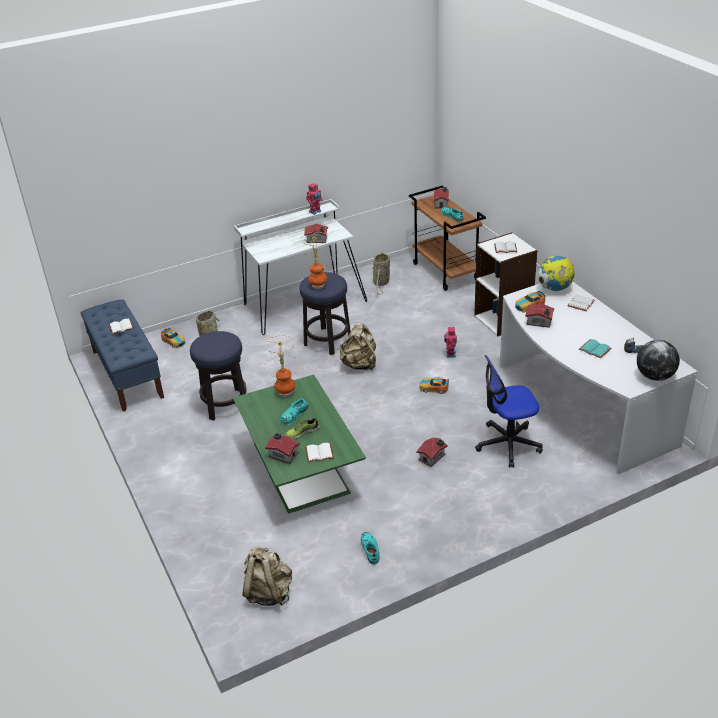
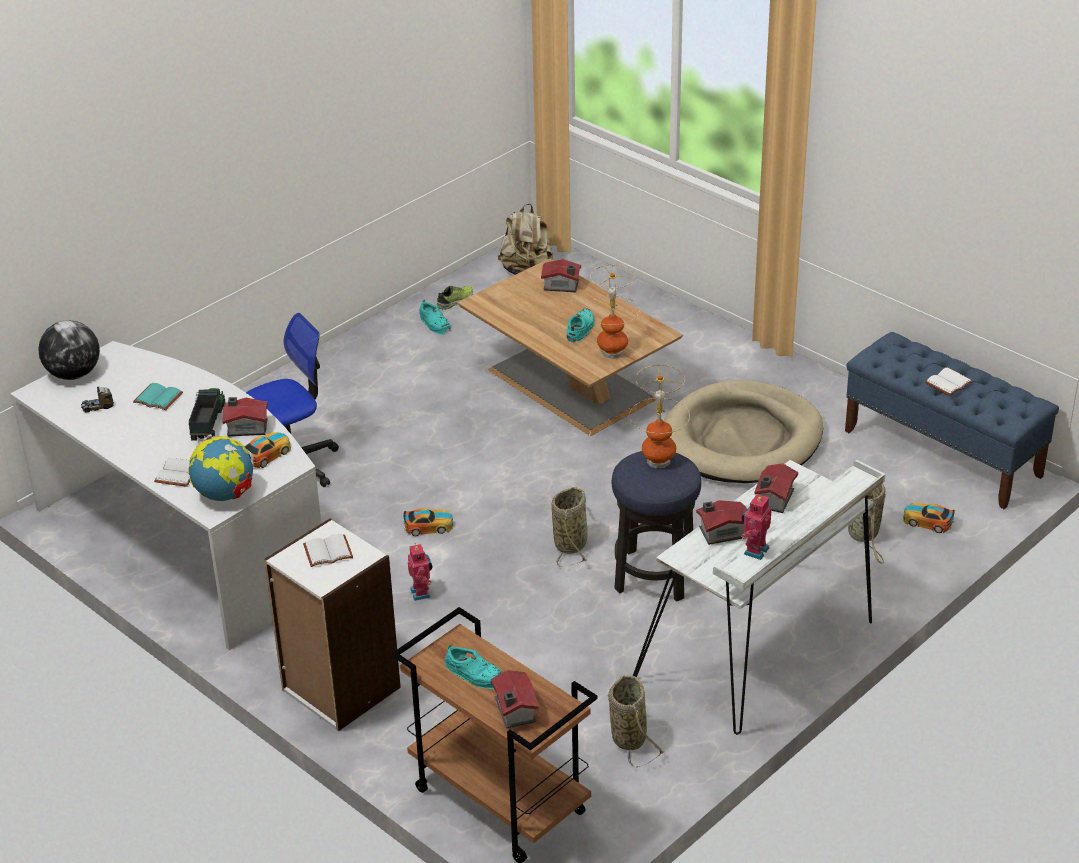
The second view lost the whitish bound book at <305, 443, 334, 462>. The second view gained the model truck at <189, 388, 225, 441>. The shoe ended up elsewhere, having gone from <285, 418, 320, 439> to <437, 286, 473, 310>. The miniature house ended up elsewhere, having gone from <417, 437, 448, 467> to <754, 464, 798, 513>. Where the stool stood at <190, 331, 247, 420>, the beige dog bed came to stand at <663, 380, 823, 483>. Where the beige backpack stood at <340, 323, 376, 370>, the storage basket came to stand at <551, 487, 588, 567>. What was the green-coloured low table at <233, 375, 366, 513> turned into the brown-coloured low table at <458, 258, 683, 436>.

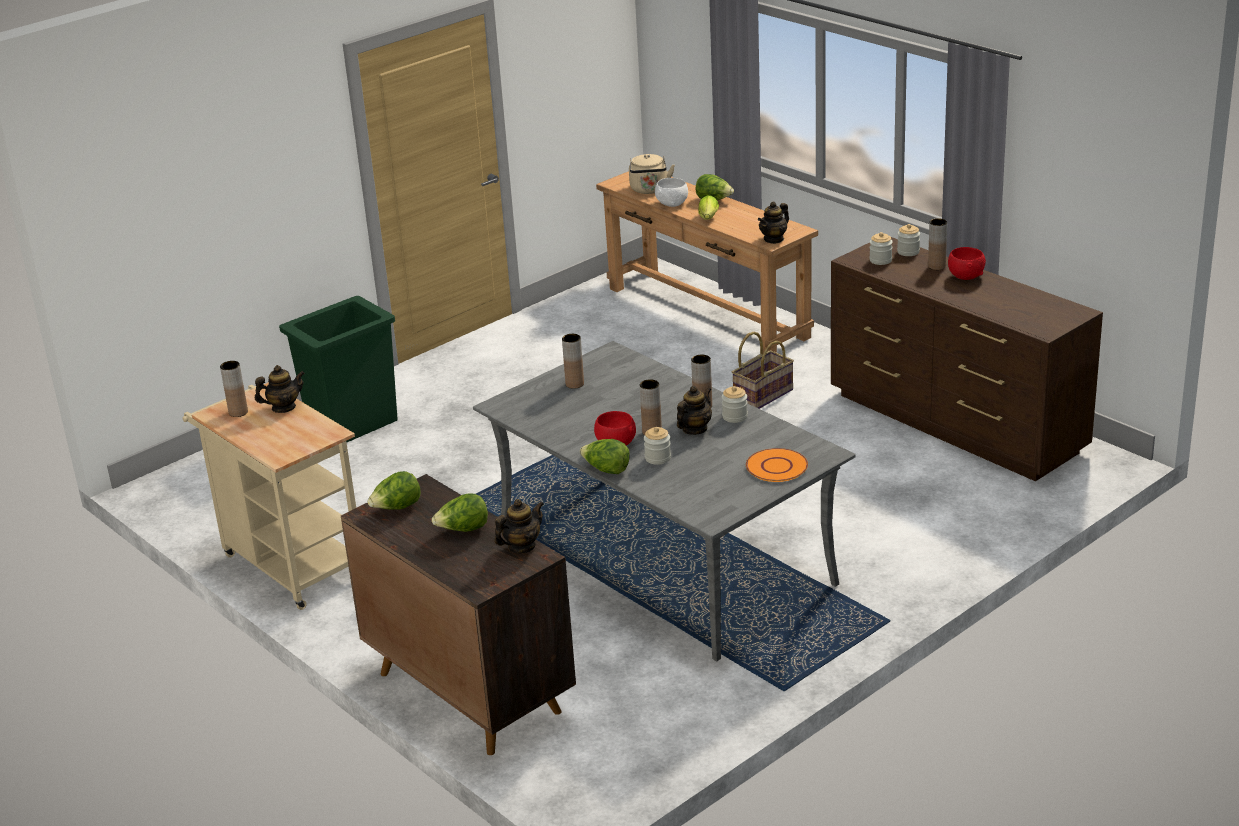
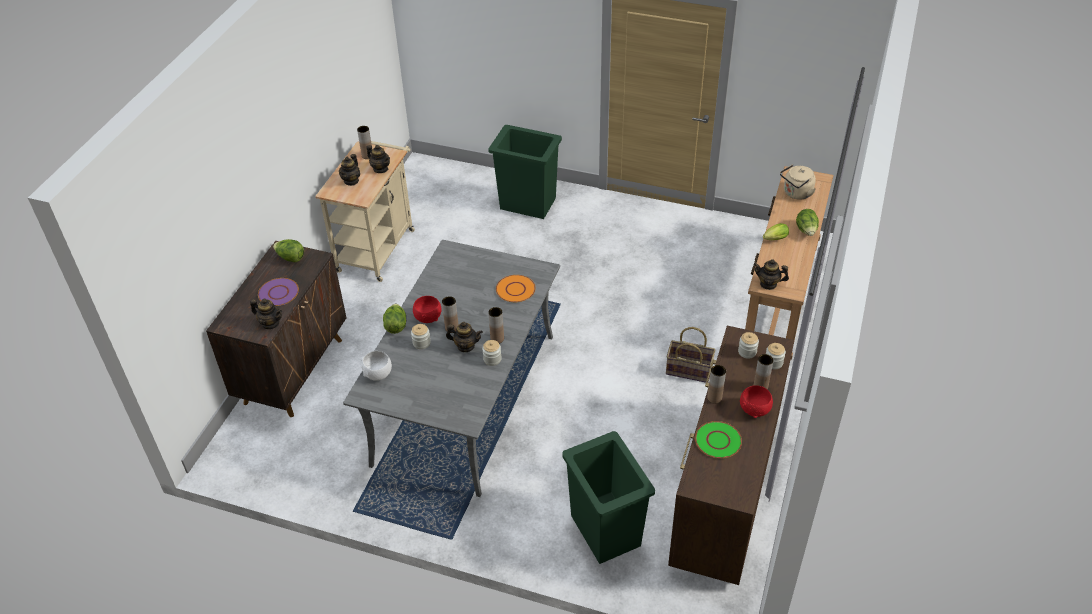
The second view gained the pot for tea at <339, 154, 360, 186>. The second view gained the green-coloured trash can at <562, 431, 655, 564>. The second view gained the green-coloured dinner plate at <695, 421, 742, 458>. The brown-coloured flower vase ended up elsewhere, having gone from <562, 334, 584, 389> to <707, 365, 726, 404>. The whitish serving bowl ended up elsewhere, having gone from <655, 178, 688, 207> to <361, 351, 392, 381>. The orange-coloured dinner plate ended up elsewhere, having gone from <746, 448, 808, 482> to <496, 275, 536, 302>. Where the head of lettuce stood at <432, 493, 488, 532>, the purplish dinner plate came to stand at <258, 278, 299, 306>.

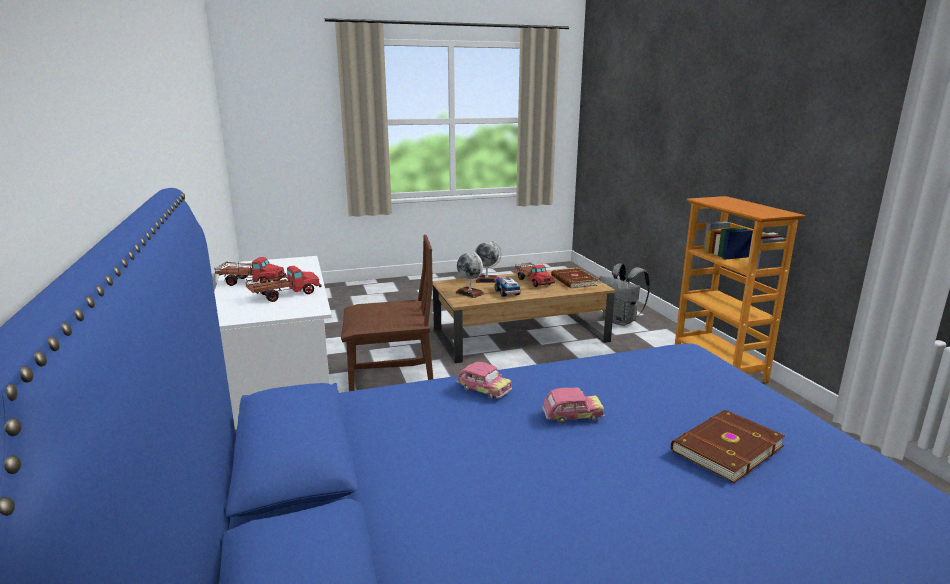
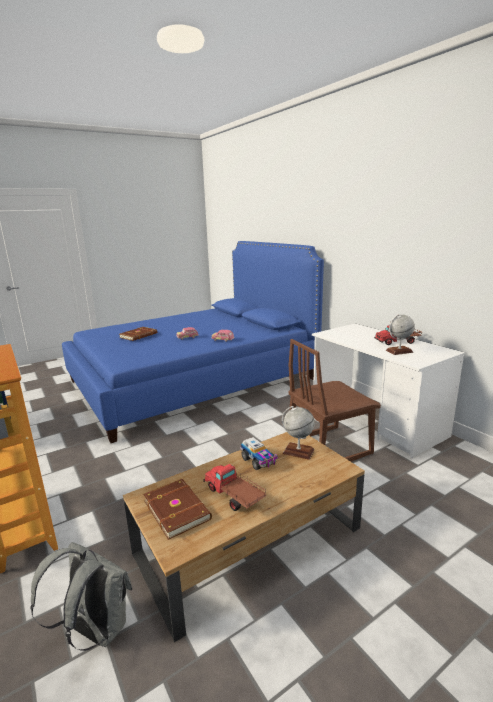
The second view lost the model truck at <245, 266, 322, 302>. The globe ended up elsewhere, having gone from <475, 241, 501, 283> to <386, 314, 415, 355>.

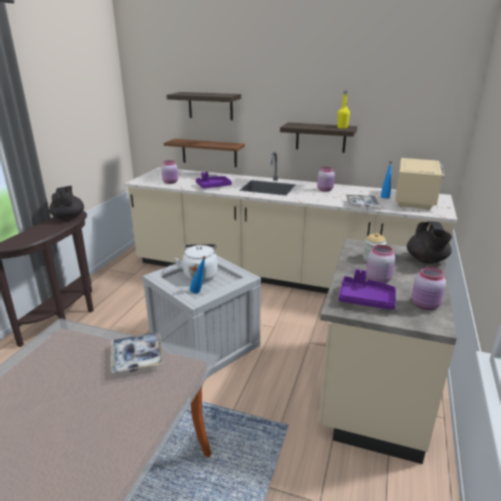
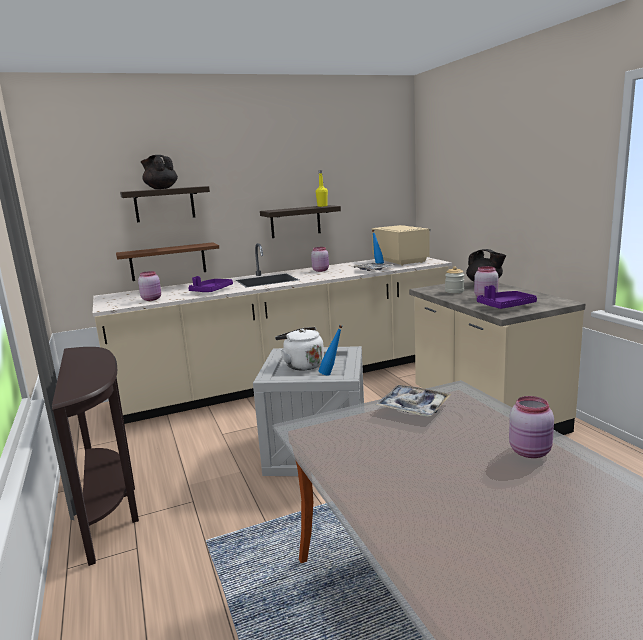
The blackish pot for tea ended up elsewhere, having gone from <49, 186, 84, 220> to <141, 155, 178, 189>. The pink jar ended up elsewhere, having gone from <411, 267, 446, 310> to <509, 396, 554, 458>.

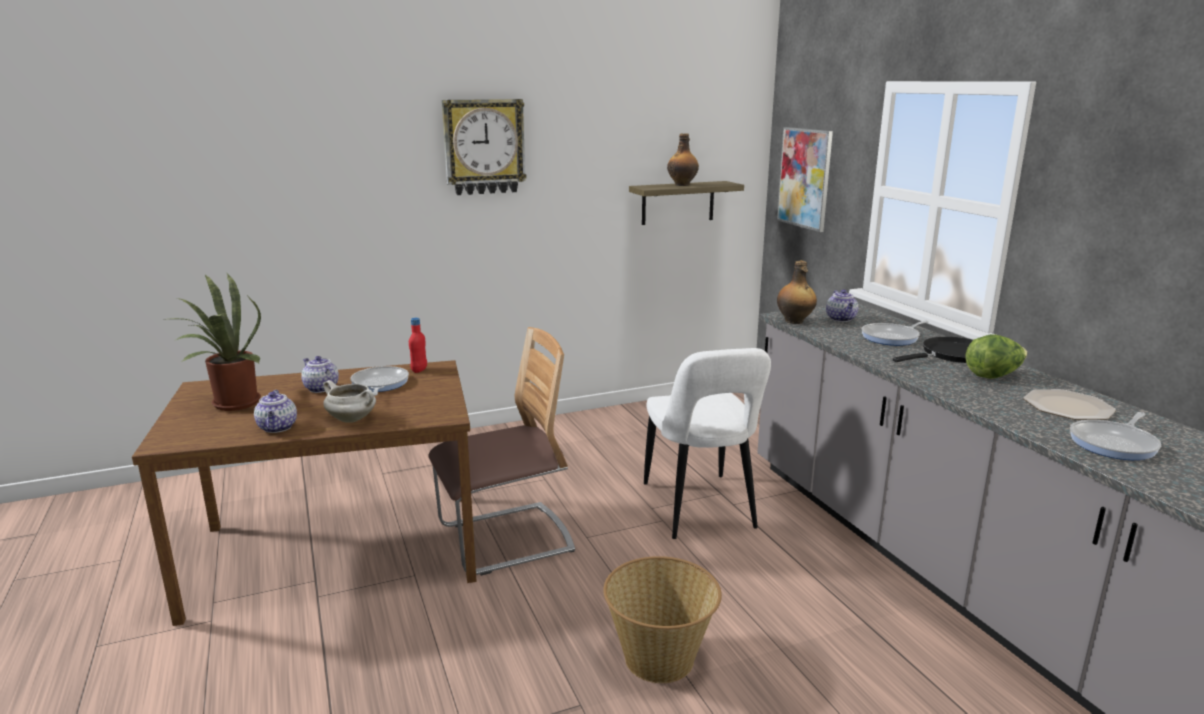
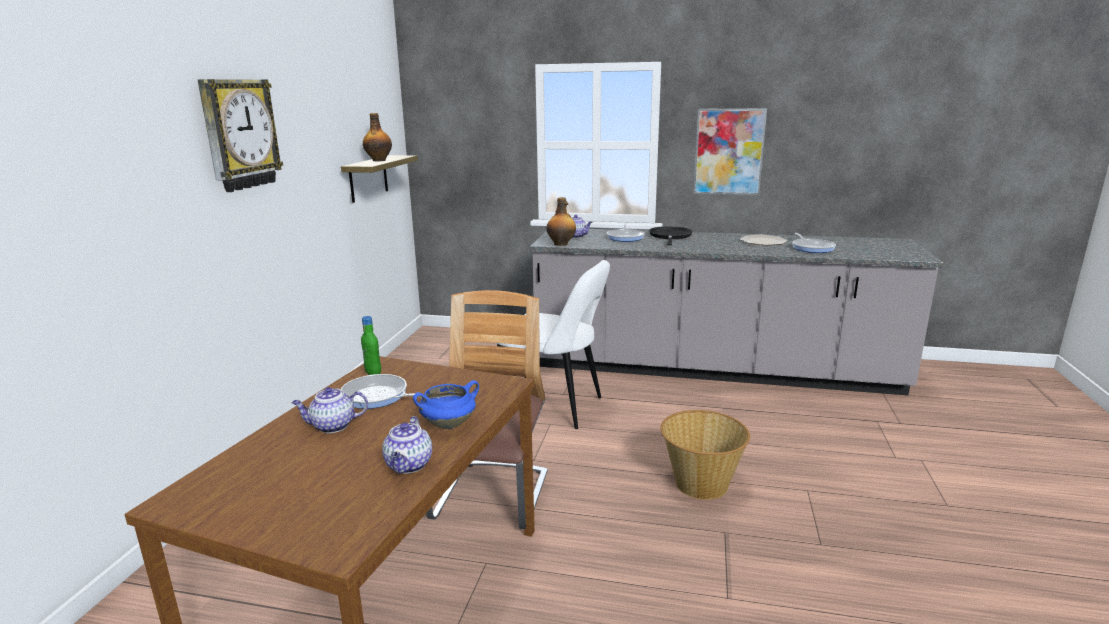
The second view lost the houseplant at <172, 273, 261, 411>. The second view lost the head of lettuce at <966, 334, 1028, 379>. The wall art ended up elsewhere, having gone from <777, 127, 833, 232> to <693, 108, 767, 195>. What was the whitish cooking pot at <323, 380, 376, 423> turned into the blue cooking pot at <413, 380, 479, 429>. What was the reddish drink bottle at <409, 318, 427, 373> turned into the green-coloured drink bottle at <361, 316, 381, 375>. The pot for tea at <254, 390, 297, 433> ended up facing another way, 75 degrees clockwise from before.

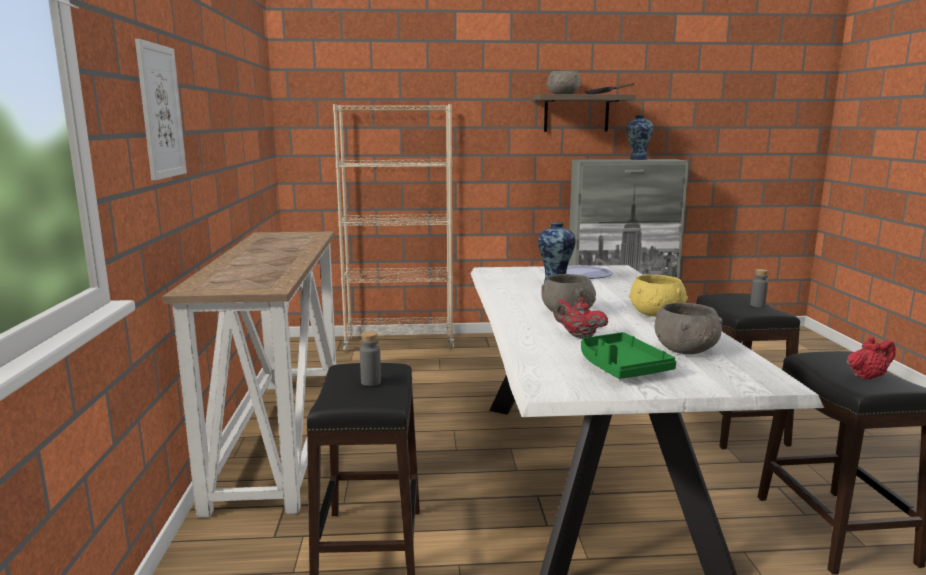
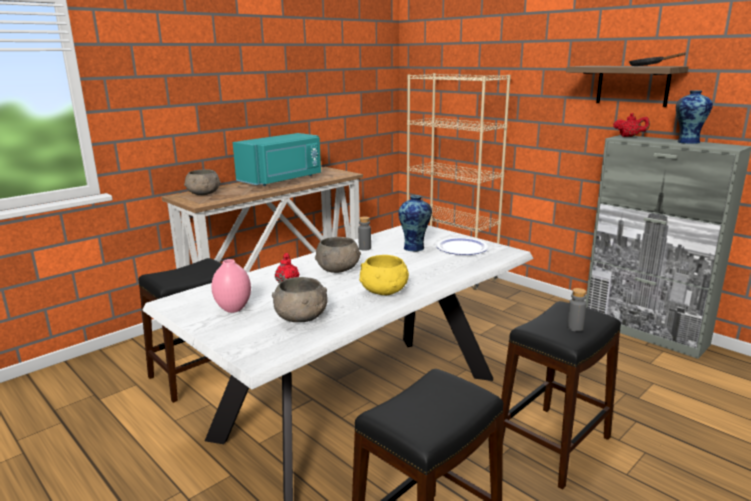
The second view lost the wall art at <135, 39, 187, 181>. The second view gained the turquoise kitchen microwave at <233, 133, 321, 186>. The gray drink bottle ended up elsewhere, having gone from <360, 331, 381, 386> to <358, 217, 371, 251>. The gray serving bowl ended up elsewhere, having gone from <546, 70, 581, 94> to <184, 169, 221, 195>. The reddish pot for tea ended up elsewhere, having gone from <847, 337, 896, 380> to <613, 113, 650, 137>. Where the green-coloured tray stood at <581, 332, 676, 379>, the pink flower vase came to stand at <211, 259, 251, 313>.

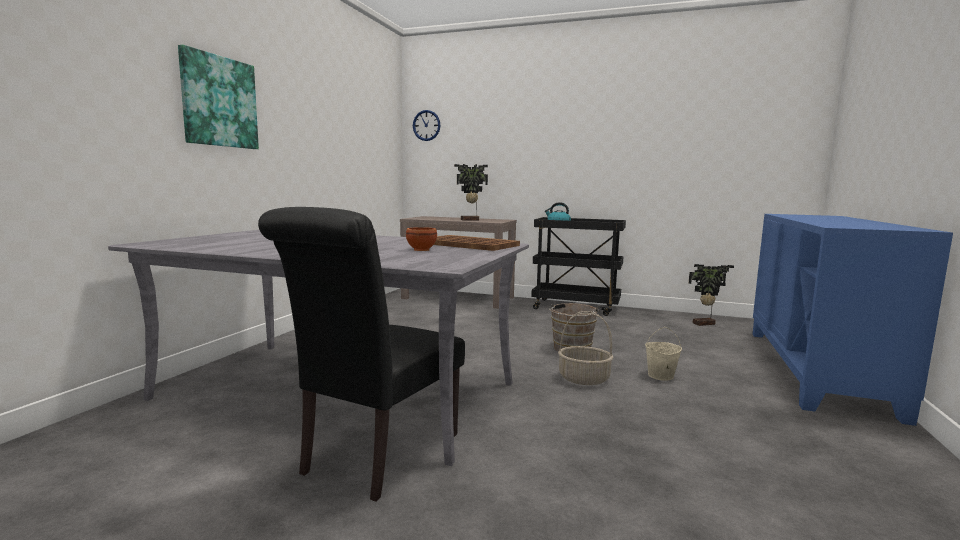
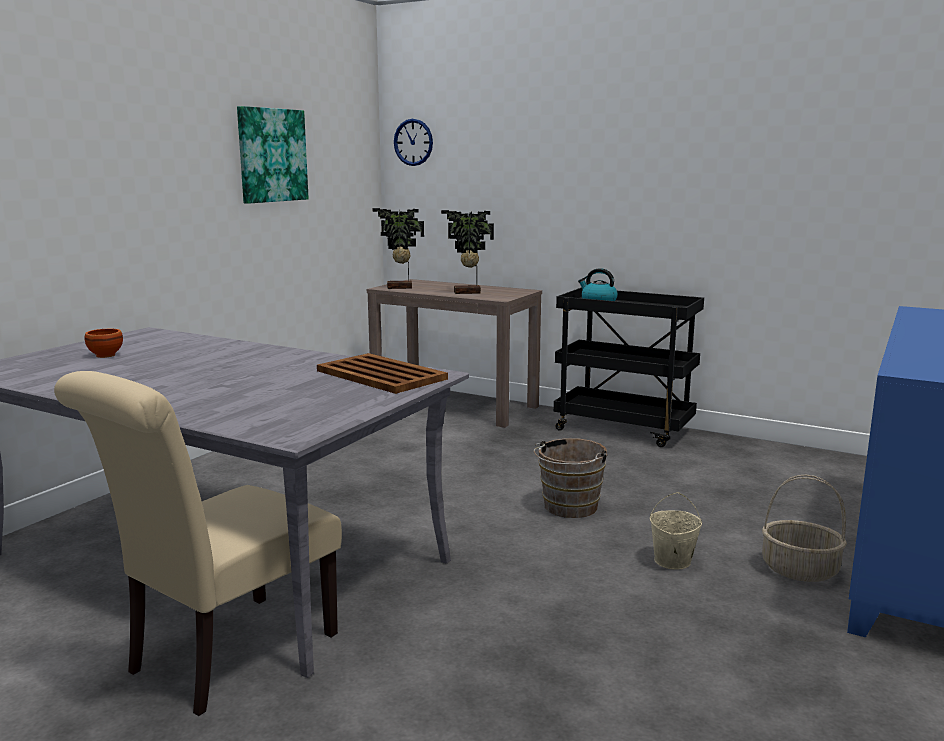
The wall art ended up elsewhere, having gone from <178, 45, 259, 149> to <237, 106, 309, 204>. The brown-coloured serving bowl ended up elsewhere, having gone from <406, 227, 437, 251> to <85, 329, 123, 358>. The storage basket ended up elsewhere, having gone from <558, 311, 614, 385> to <762, 475, 847, 582>. The houseplant ended up elsewhere, having gone from <689, 264, 734, 326> to <372, 208, 424, 289>. What was the blackish chair at <258, 207, 465, 502> turned into the beige chair at <54, 371, 342, 716>.

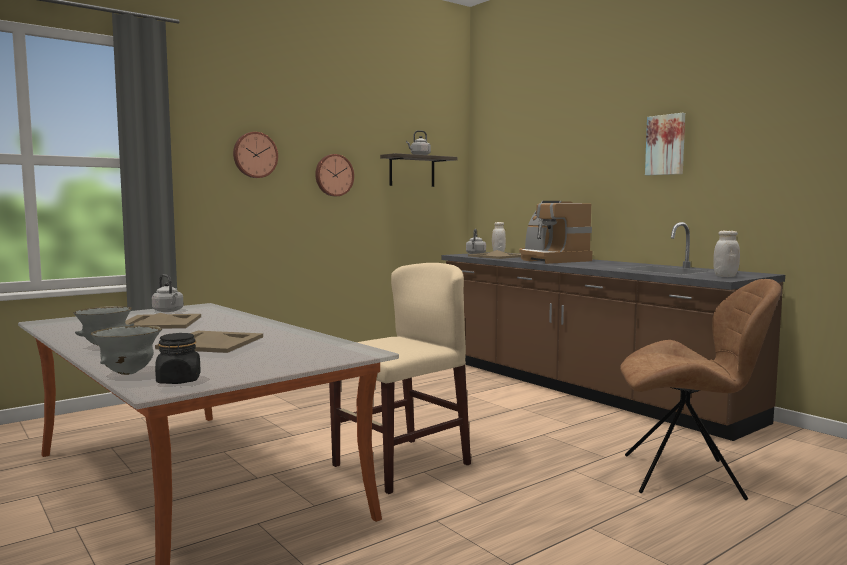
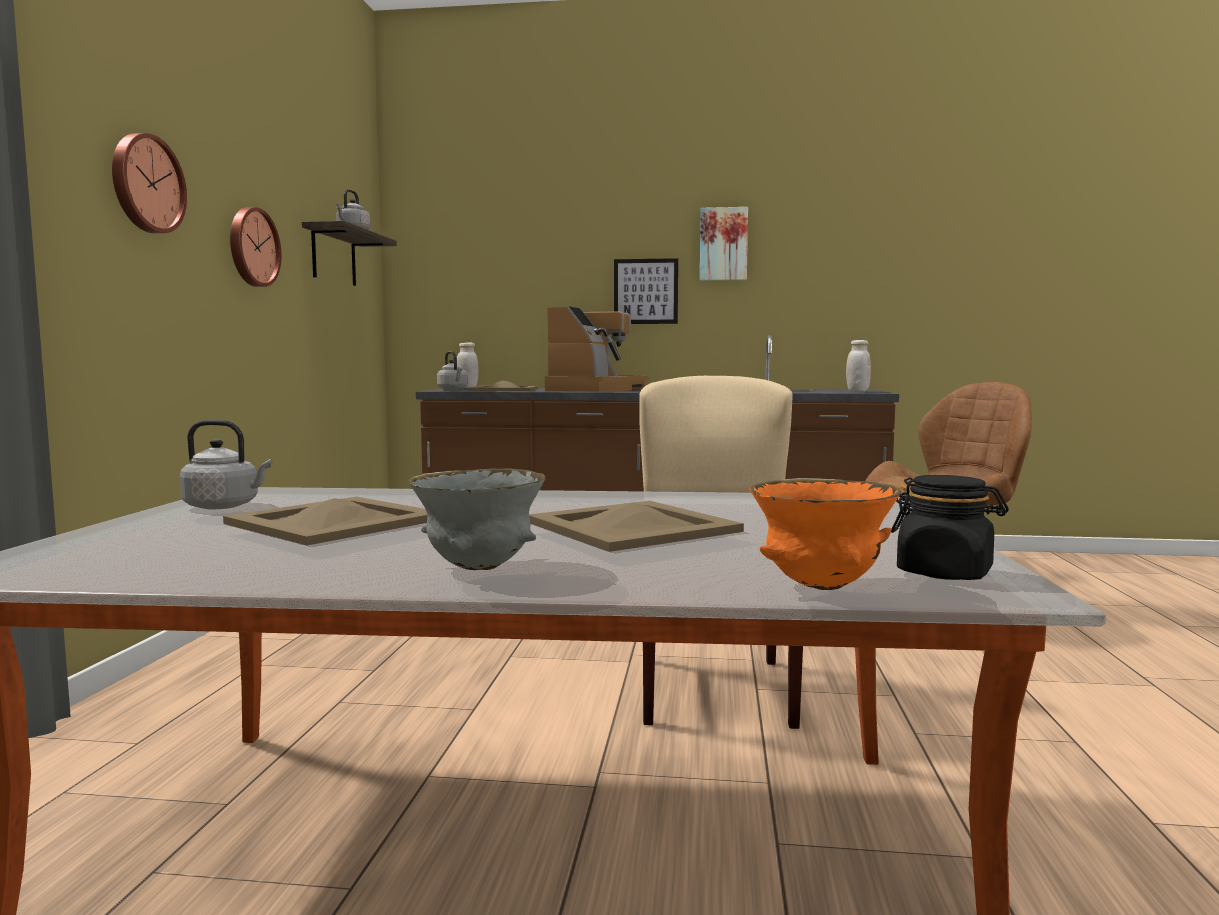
The second view gained the wall art at <614, 258, 678, 324>. What was the gray serving bowl at <91, 326, 162, 375> turned into the orange-coloured serving bowl at <750, 478, 901, 590>. The coffee machine at <519, 201, 592, 264> ended up facing another way, 90 degrees counterclockwise from before.

